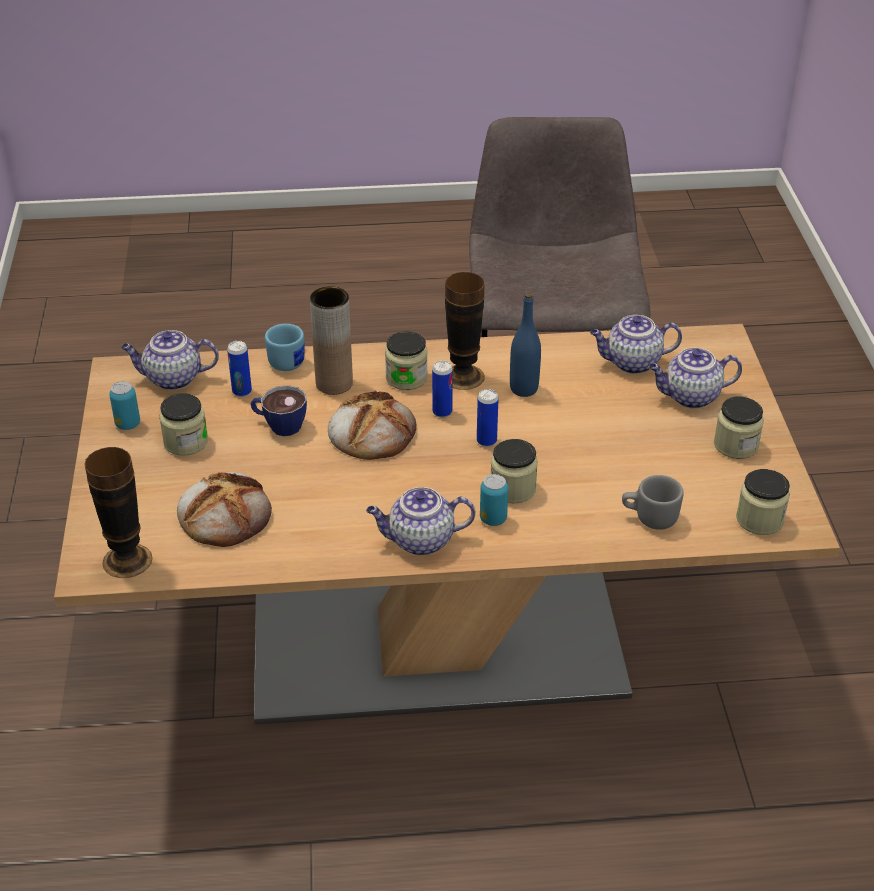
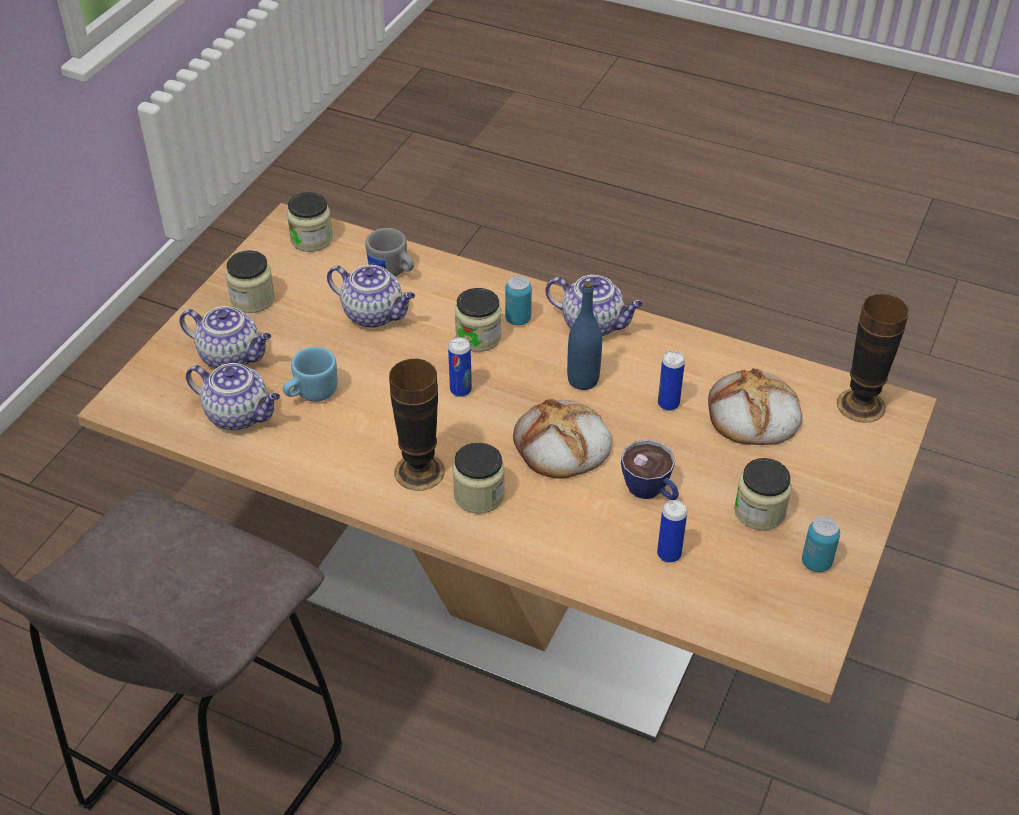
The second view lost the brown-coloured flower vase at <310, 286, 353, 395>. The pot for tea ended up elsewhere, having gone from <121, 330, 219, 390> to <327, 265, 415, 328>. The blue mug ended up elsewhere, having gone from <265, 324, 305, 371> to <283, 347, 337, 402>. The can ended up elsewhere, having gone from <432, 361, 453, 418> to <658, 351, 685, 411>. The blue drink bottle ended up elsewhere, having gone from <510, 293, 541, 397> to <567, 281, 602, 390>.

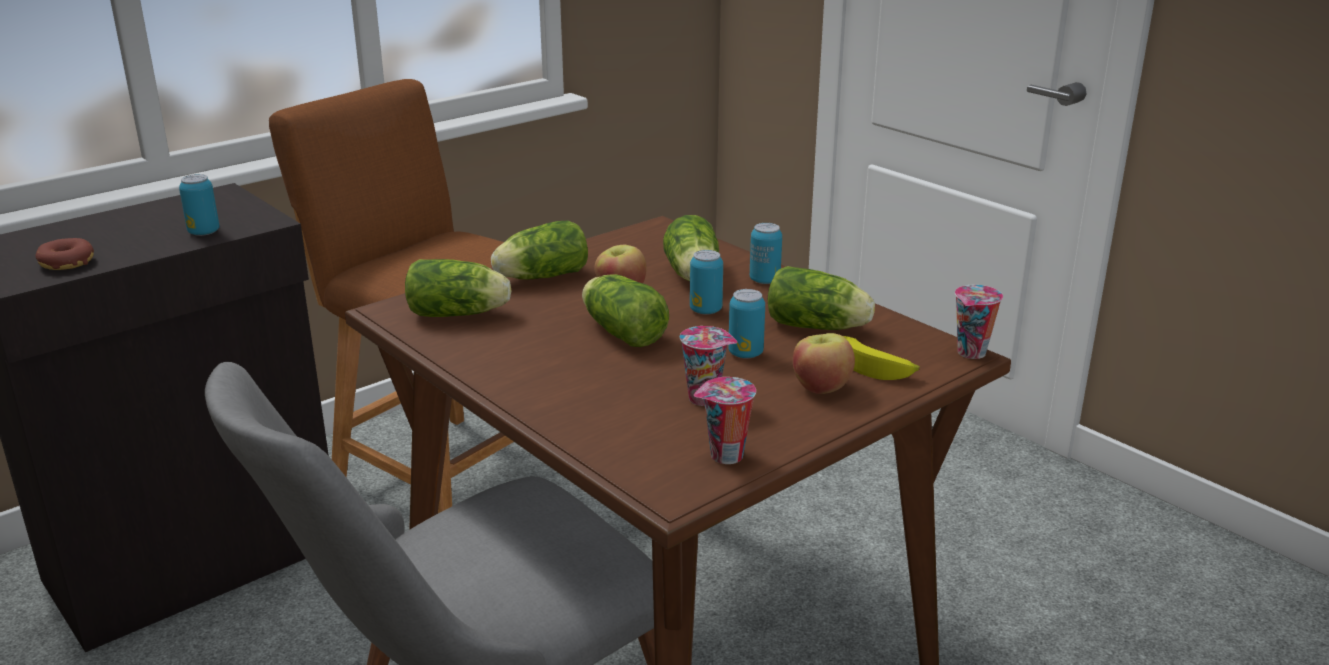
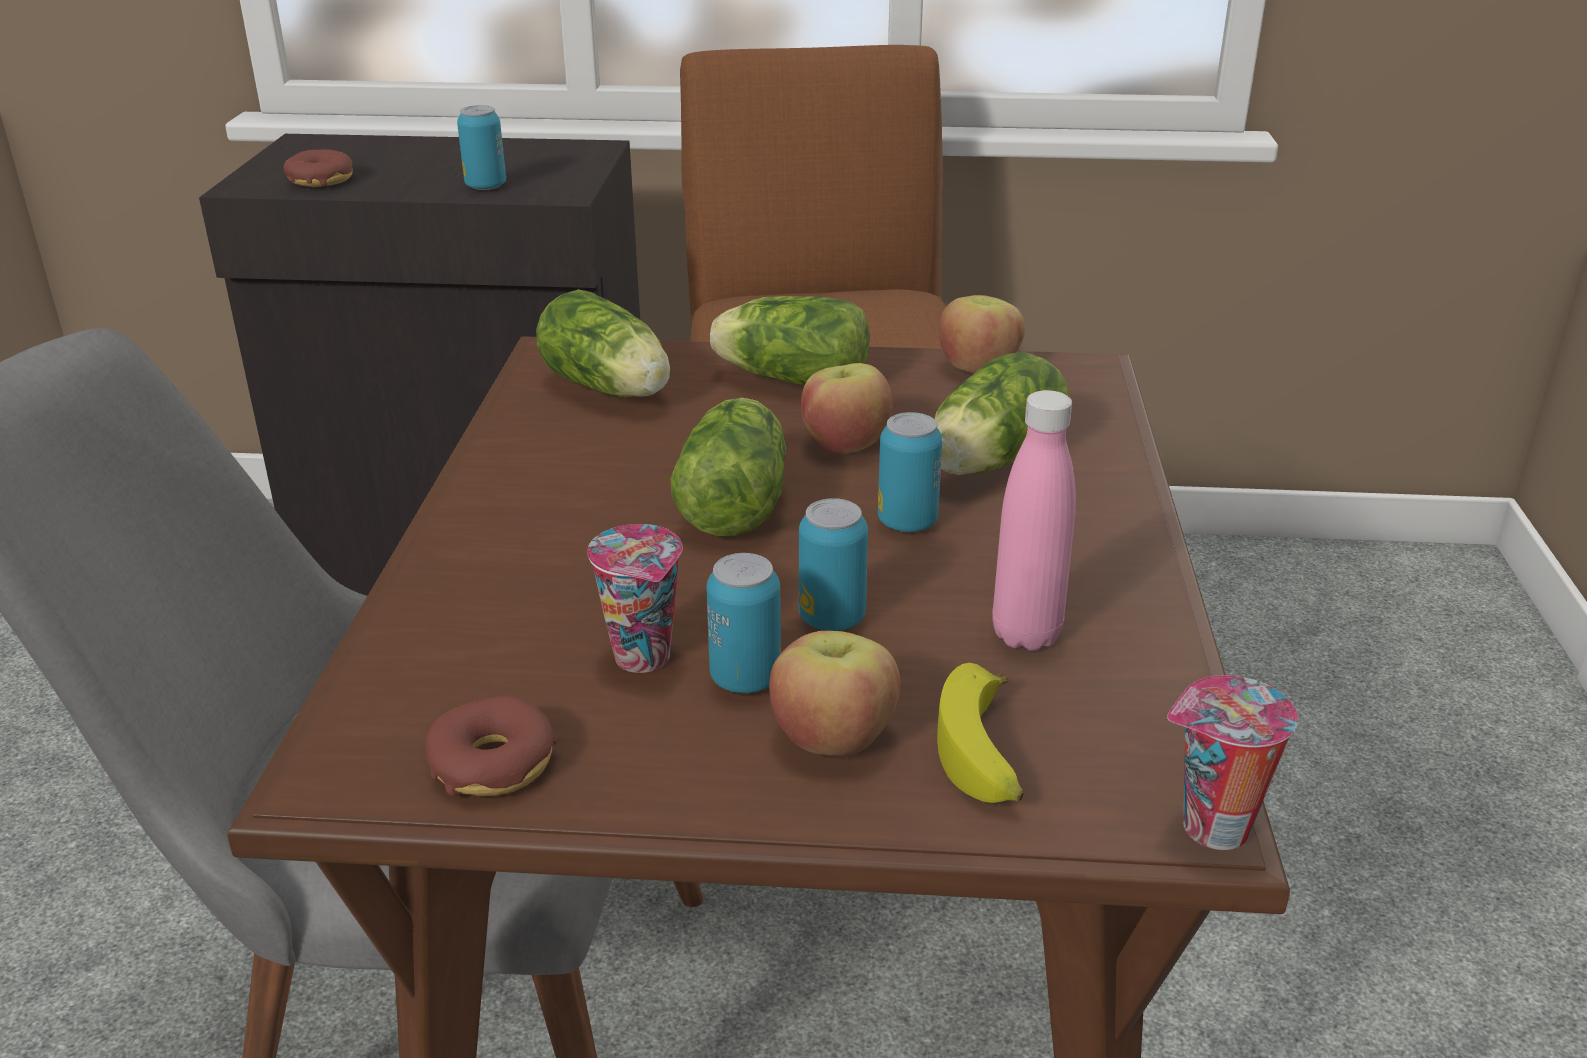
The second view gained the whole apple at <939, 295, 1025, 374>. The can ended up elsewhere, having gone from <750, 223, 782, 284> to <706, 553, 781, 693>. Where the drinking cup stood at <694, 377, 756, 464>, the doughnut came to stand at <426, 696, 557, 797>. Where the head of lettuce stood at <768, 266, 875, 330>, the pink drink bottle came to stand at <992, 390, 1076, 651>.

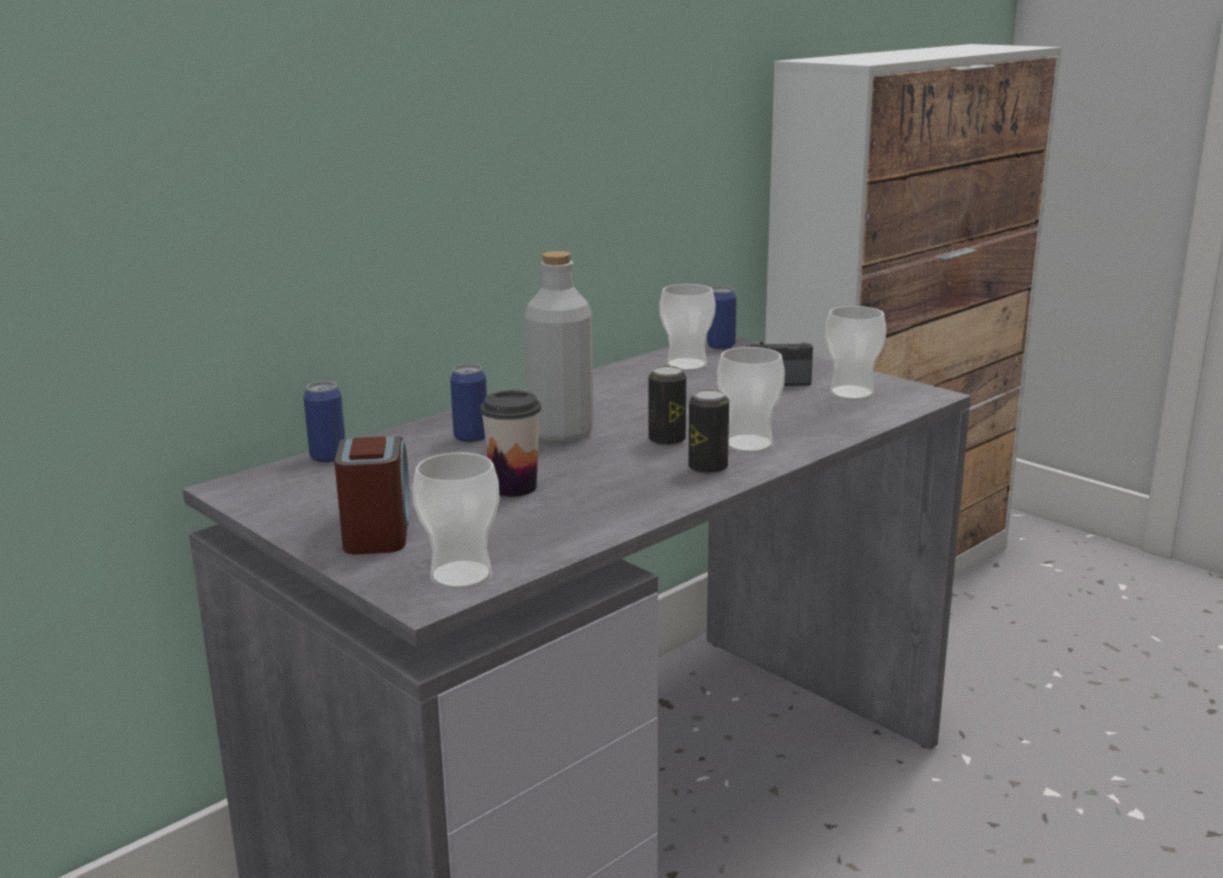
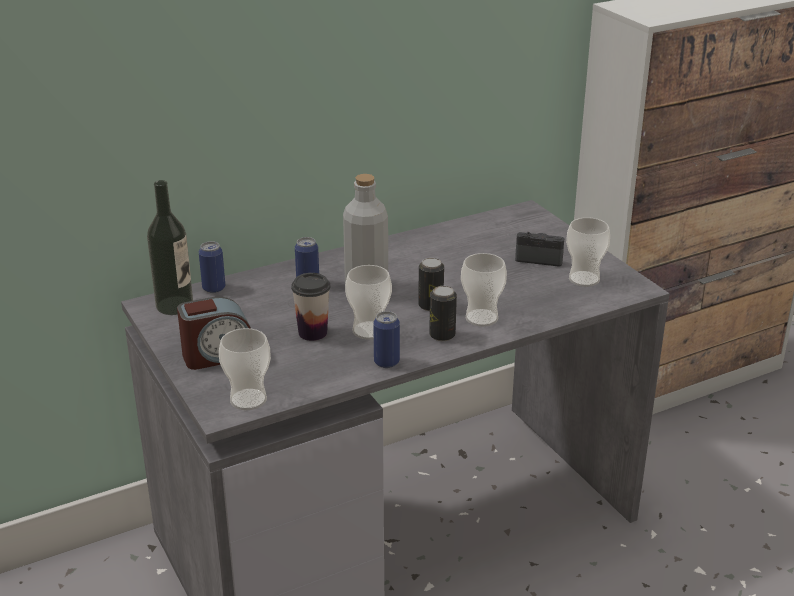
The second view gained the drink bottle at <147, 180, 193, 315>. The drinking cup ended up elsewhere, having gone from <659, 284, 715, 371> to <345, 265, 392, 340>. The can ended up elsewhere, having gone from <707, 286, 737, 350> to <373, 311, 400, 368>. The bedside clock at <334, 436, 410, 555> ended up facing another way, 60 degrees clockwise from before.

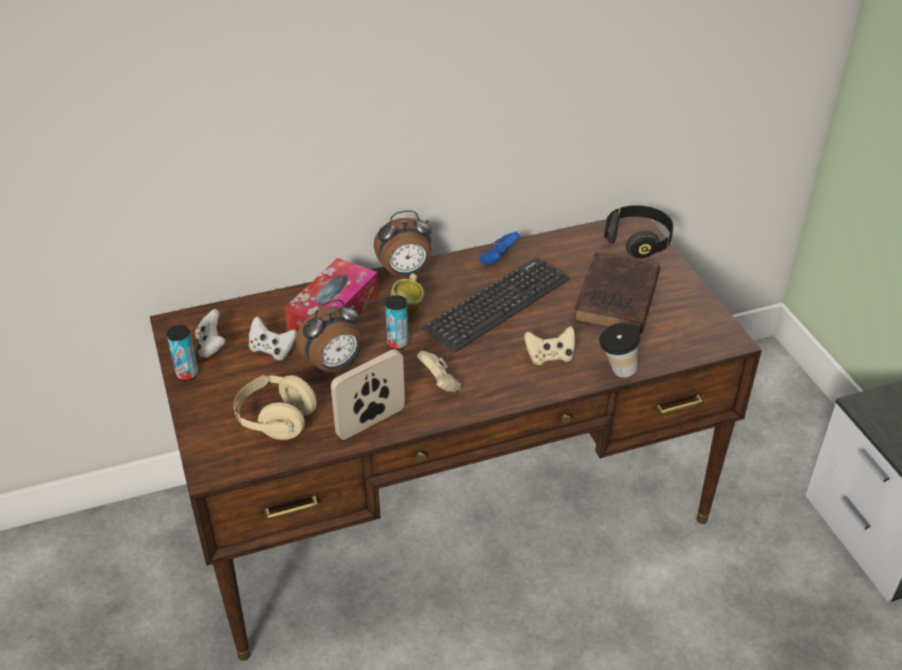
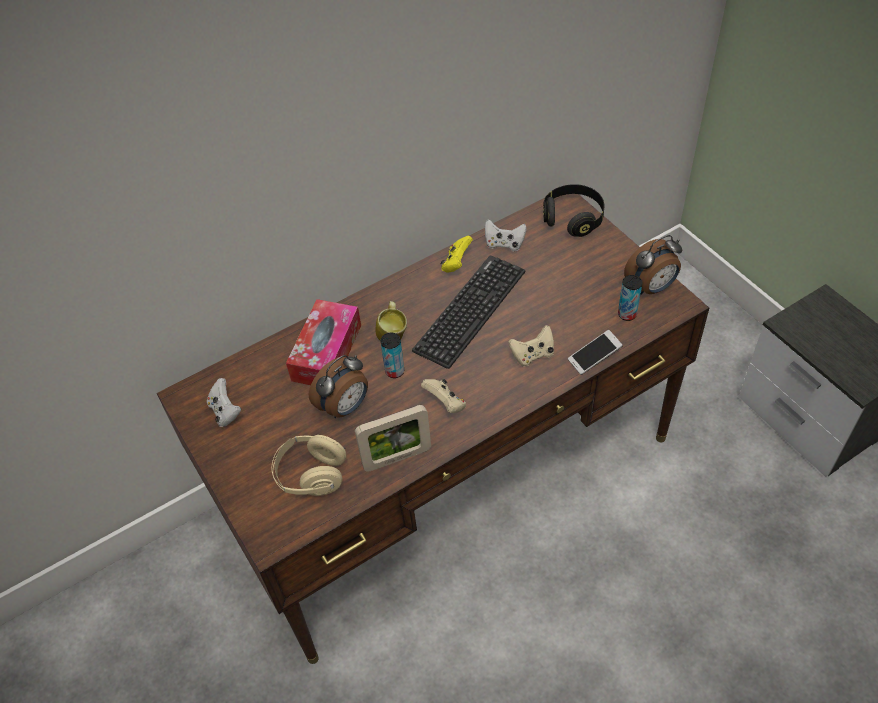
The second view lost the brown-coloured bound book at <573, 252, 660, 334>. The can ended up elsewhere, having gone from <167, 325, 198, 381> to <618, 275, 643, 321>. The whitish joypad ended up elsewhere, having gone from <249, 317, 297, 360> to <485, 220, 526, 251>. The bedside clock ended up elsewhere, having gone from <374, 210, 432, 277> to <624, 235, 682, 294>. Where the drinking cup stood at <599, 323, 640, 378>, the handset came to stand at <568, 330, 623, 375>. What was the blue joypad at <480, 232, 520, 265> turned into the yellow joypad at <440, 236, 473, 273>. The photo frame at <331, 349, 405, 440> ended up facing another way, 150 degrees counterclockwise from before.

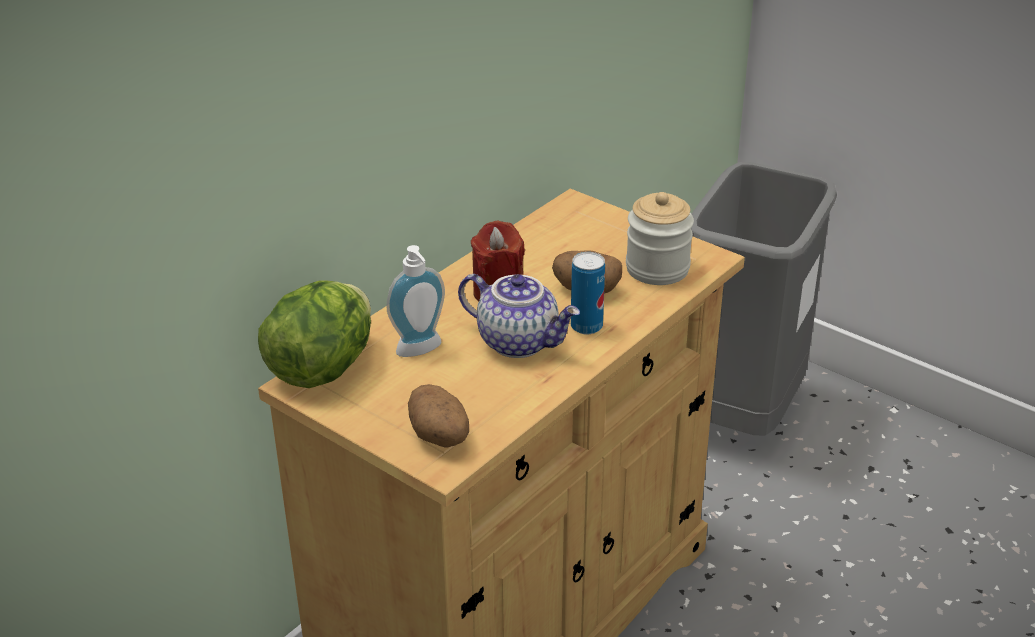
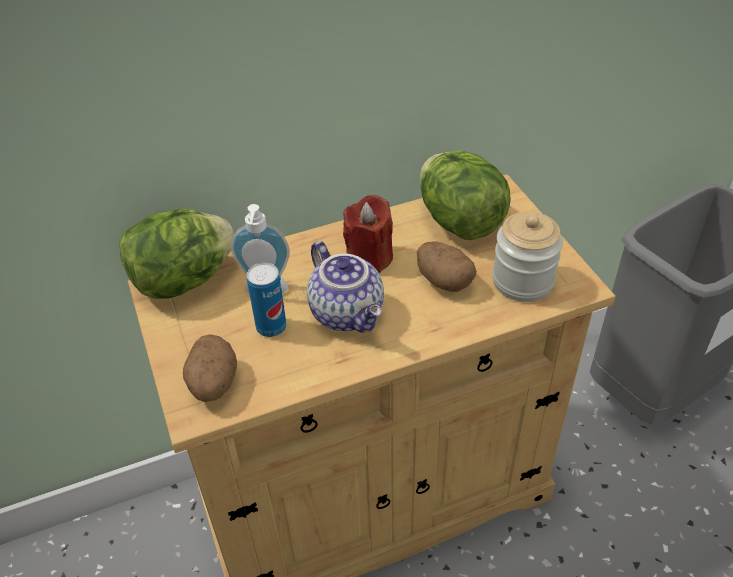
The second view gained the head of lettuce at <420, 150, 510, 240>. The can ended up elsewhere, having gone from <571, 252, 605, 335> to <247, 262, 287, 337>.

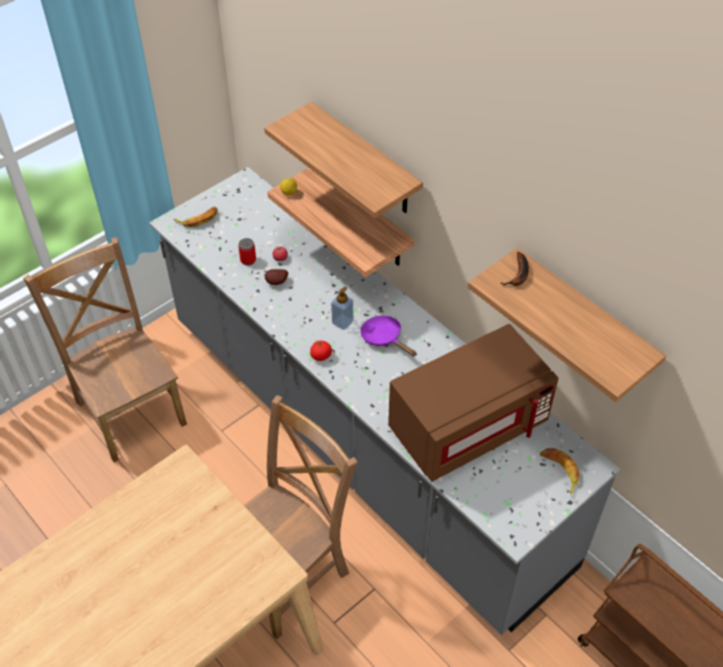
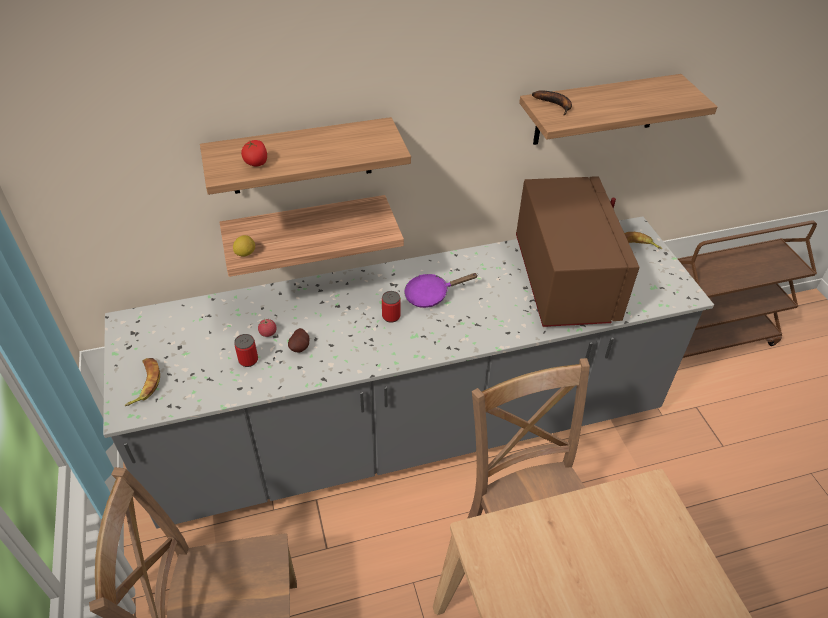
The whole tomato ended up elsewhere, having gone from <310, 341, 332, 361> to <241, 140, 267, 166>. Where the soap dispenser stood at <331, 286, 353, 330>, the can came to stand at <382, 291, 401, 323>.

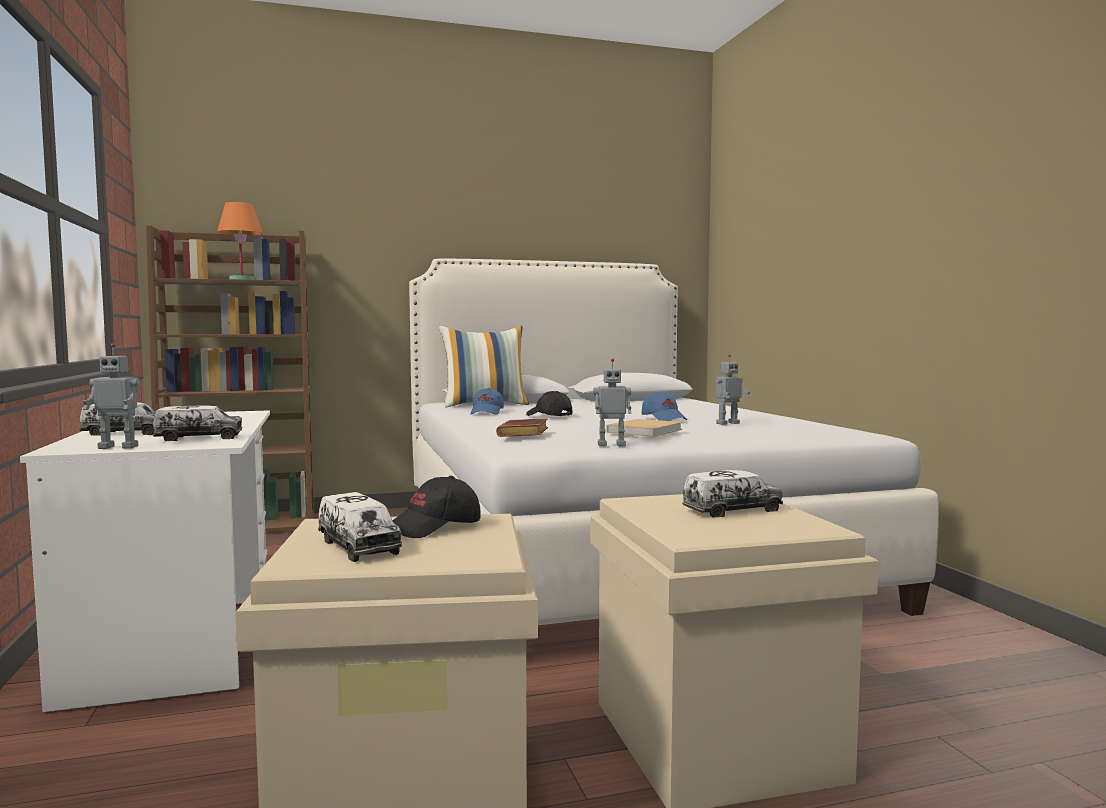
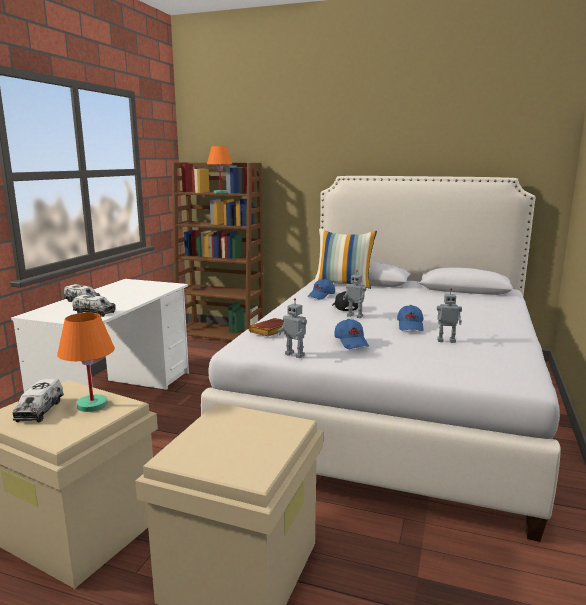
The second view lost the model truck at <682, 470, 783, 518>. The toy robot ended up elsewhere, having gone from <82, 343, 140, 449> to <343, 270, 367, 318>. Where the blackish baseball cap stood at <392, 476, 481, 538>, the orange-coloured tabletop lamp came to stand at <57, 312, 115, 412>. Where the beige bound book stood at <607, 419, 682, 437>, the blue baseball cap came to stand at <334, 319, 369, 349>.

